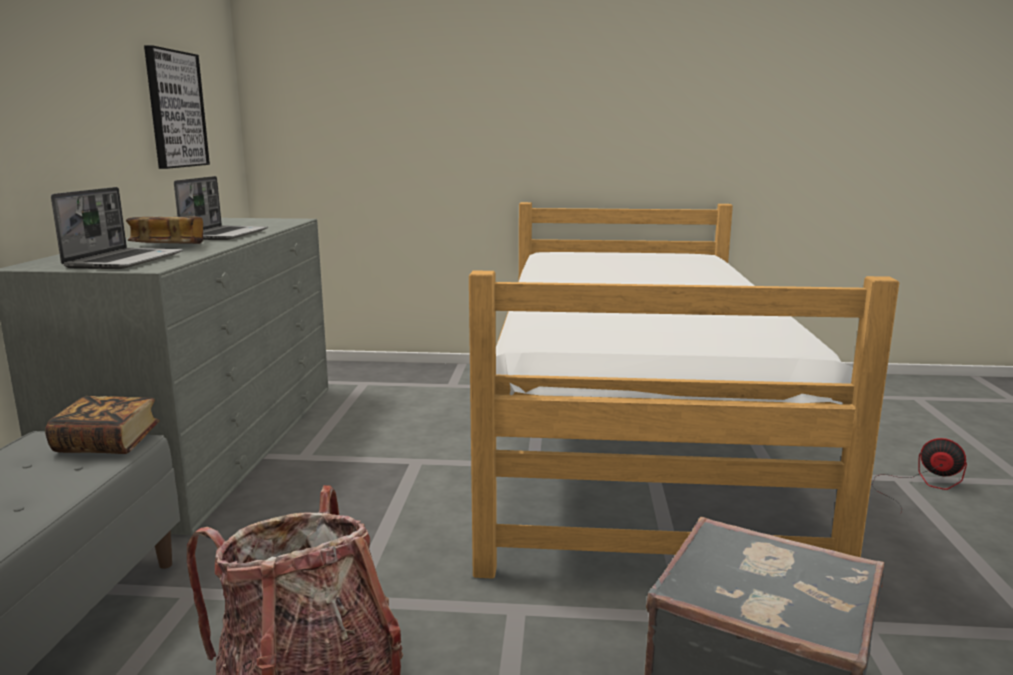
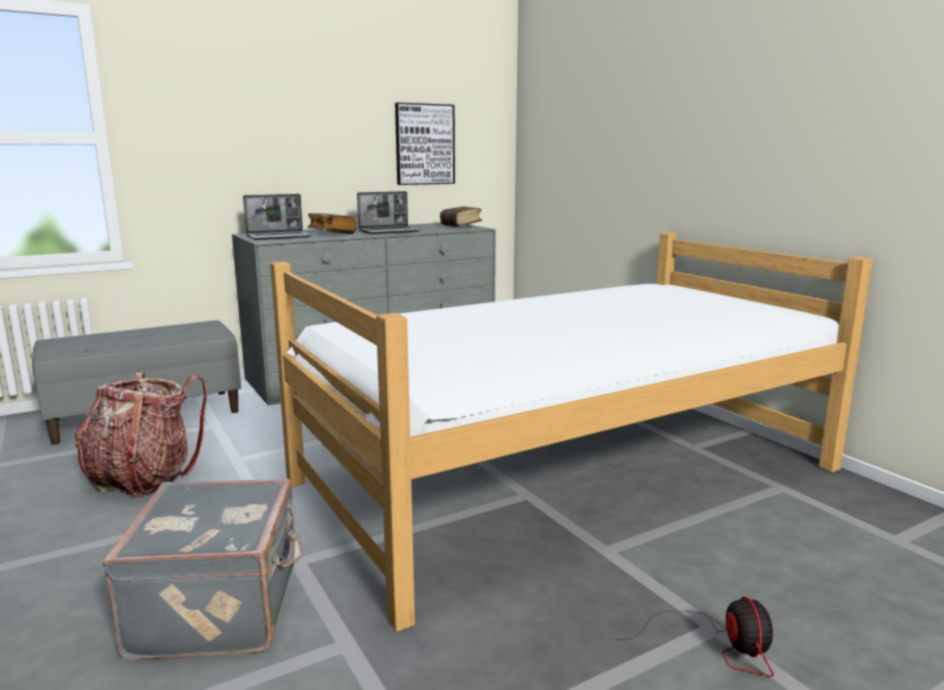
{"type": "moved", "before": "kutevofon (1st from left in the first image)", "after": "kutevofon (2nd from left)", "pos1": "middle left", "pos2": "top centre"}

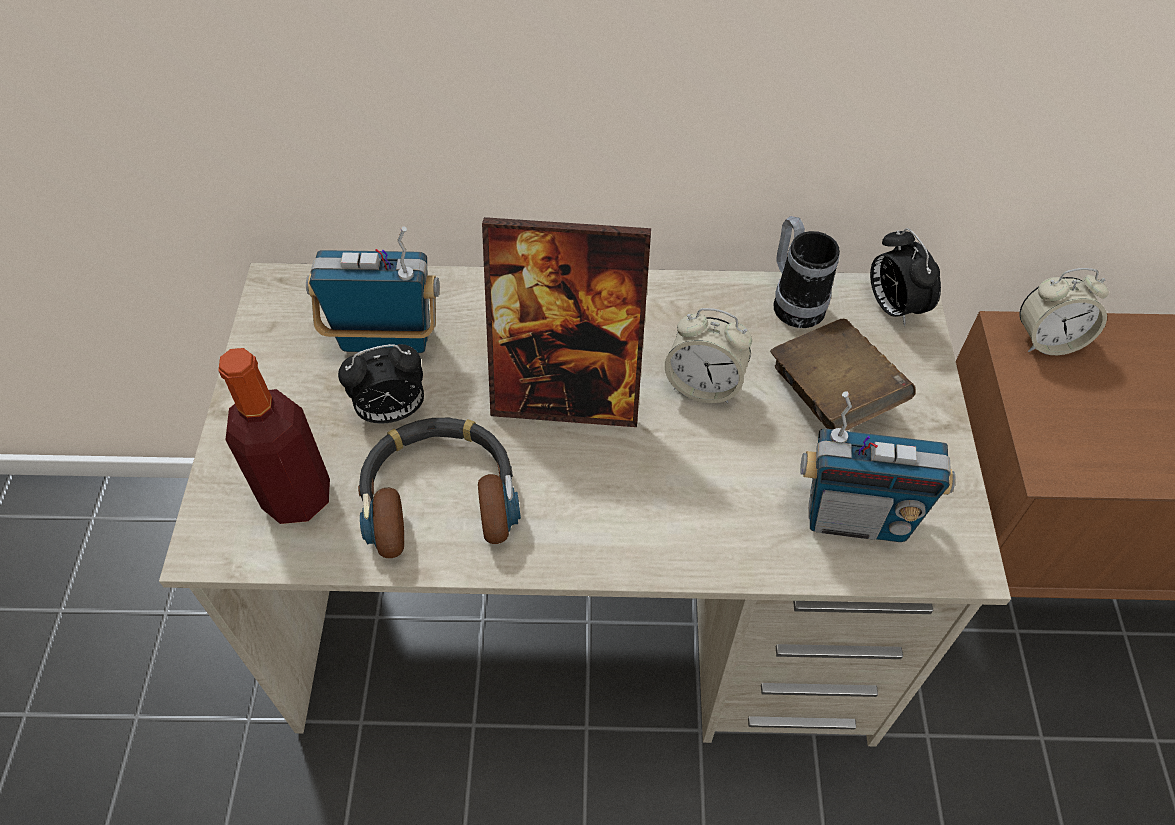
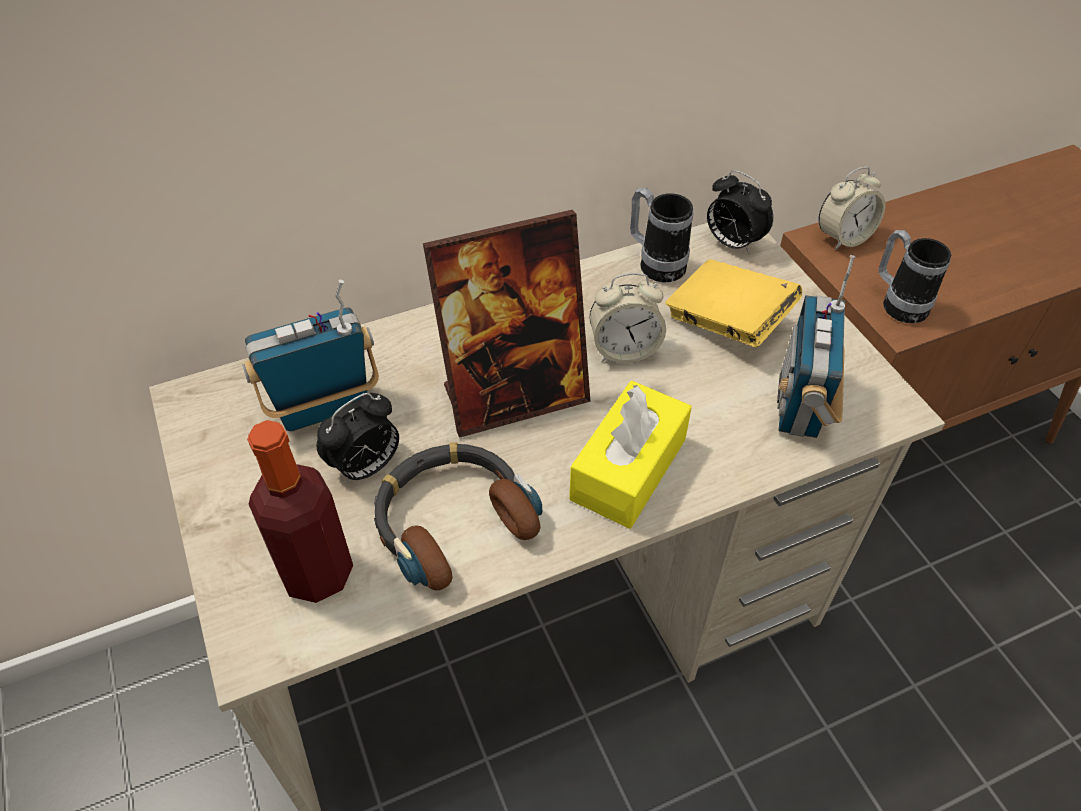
{"type": "added", "after": "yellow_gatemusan", "pos2": "centre"}
{"type": "added", "after": "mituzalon (2nd from left)", "pos2": "middle right"}
{"type": "recoloured", "before": "brown_kutevofon", "after": "yellow_kutevofon", "pos1": "middle right", "pos2": "middle right"}
{"type": "turned", "before": "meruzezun (2nd from left)", "pos1": "middle right", "pos2": "middle right", "turn": 120}

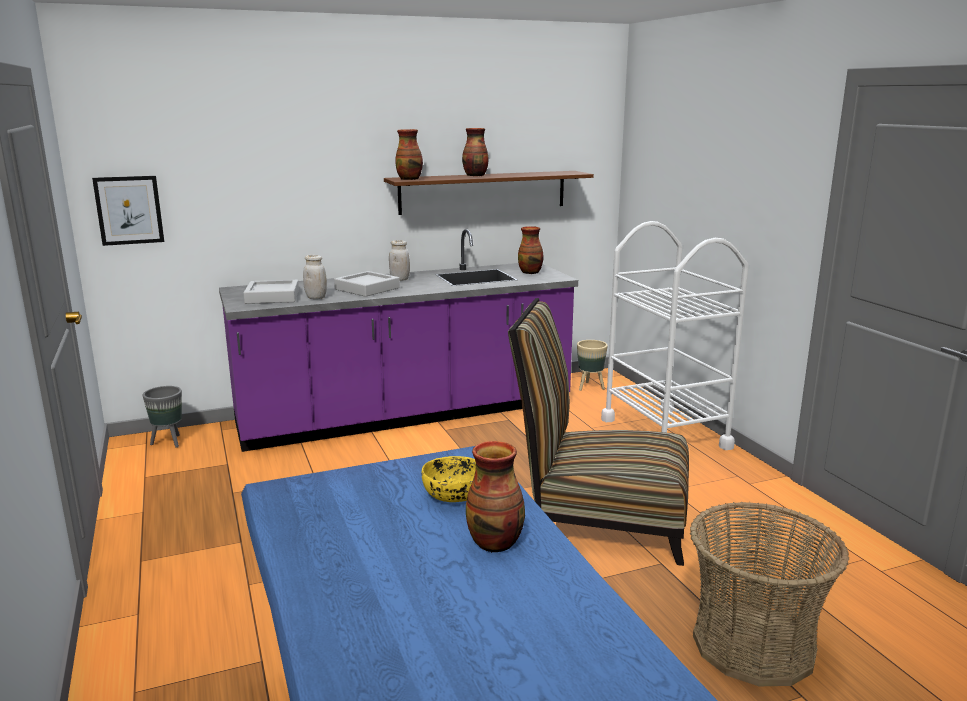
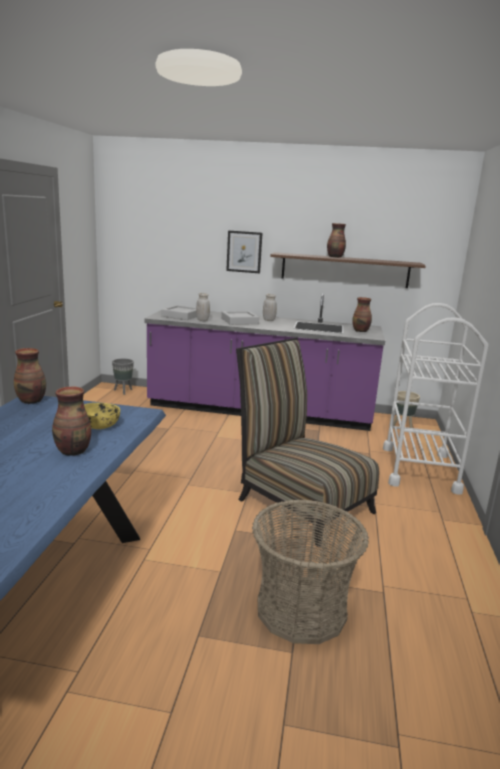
{"type": "moved", "before": "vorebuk", "pos1": "top left", "pos2": "top centre"}
{"type": "moved", "before": "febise (1st from left)", "pos1": "top centre", "pos2": "middle left"}

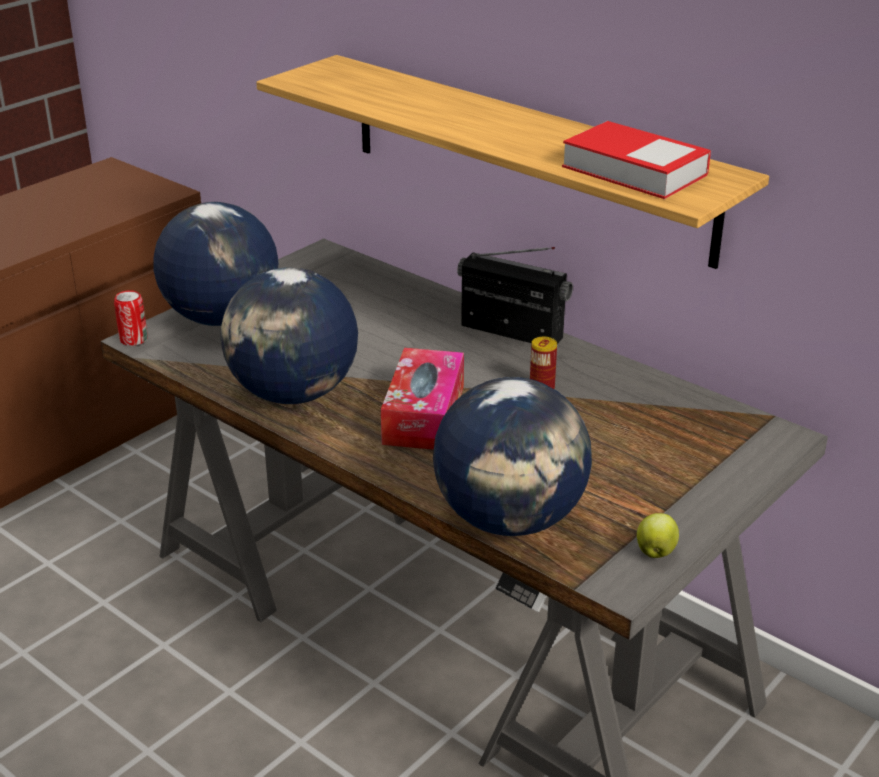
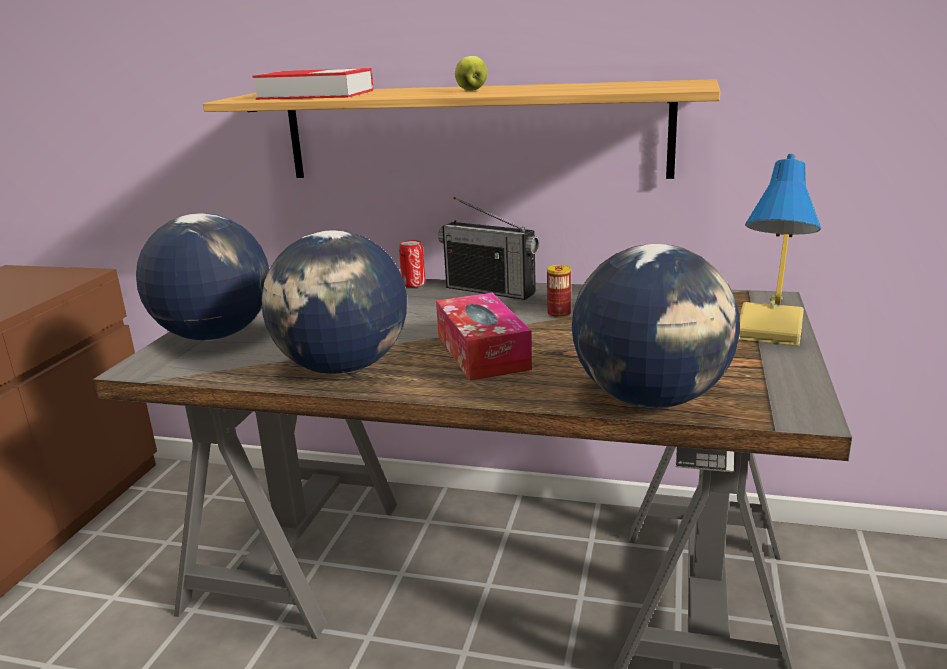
{"type": "added", "after": "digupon", "pos2": "middle right"}
{"type": "moved", "before": "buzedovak (1st from left)", "pos1": "middle left", "pos2": "centre"}
{"type": "moved", "before": "kutevofon", "pos1": "top right", "pos2": "top left"}
{"type": "moved", "before": "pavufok", "pos1": "bottom right", "pos2": "top centre"}
{"type": "turned", "before": "meruzezun", "pos1": "centre", "pos2": "centre", "turn": -150}

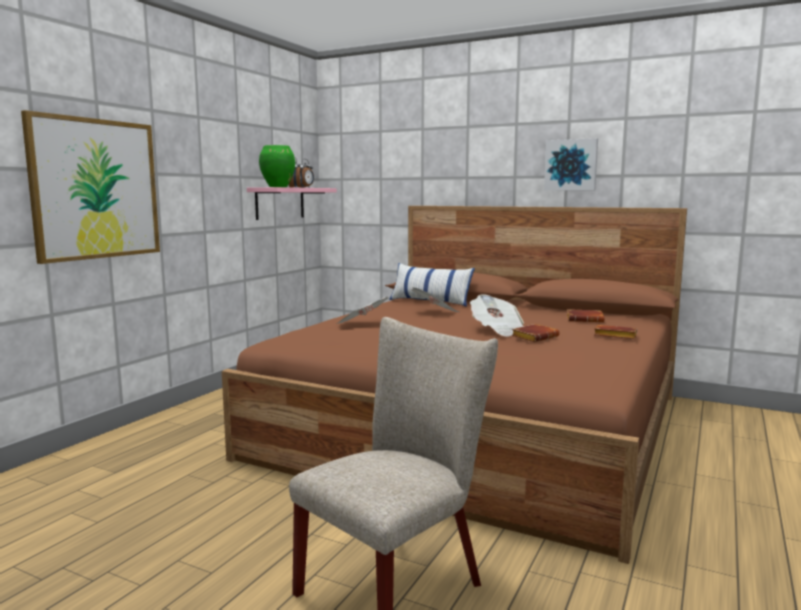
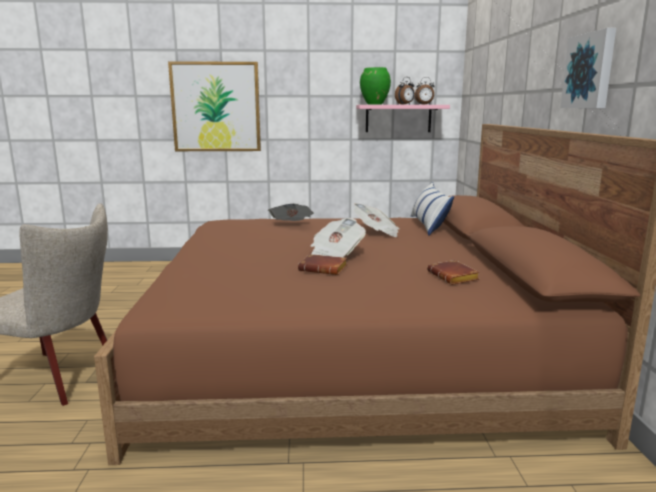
{"type": "removed", "before": "brown_kutevofon (3rd from left)", "pos1": "middle right"}

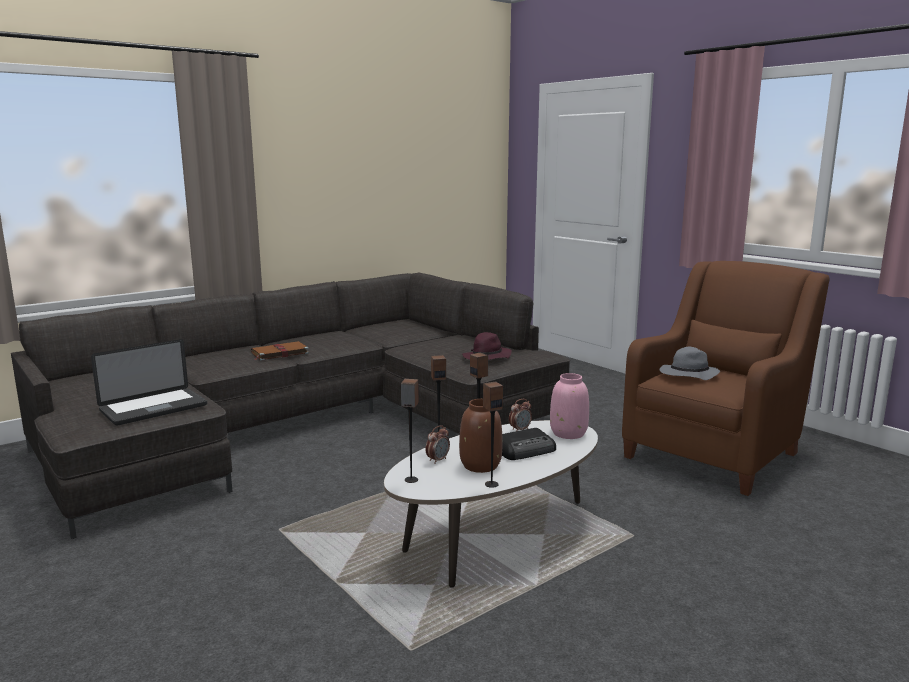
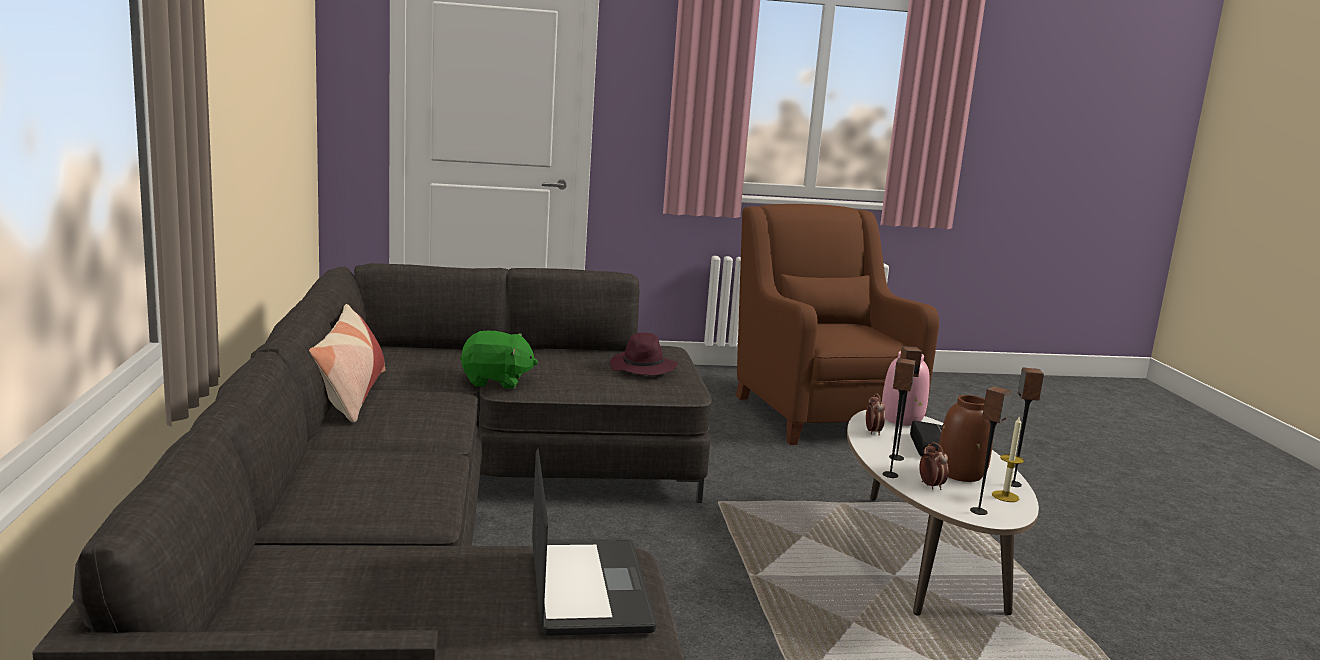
{"type": "removed", "before": "brown_kutevofon", "pos1": "middle left"}
{"type": "removed", "before": "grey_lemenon", "pos1": "middle right"}
{"type": "added", "after": "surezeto", "pos2": "middle left"}
{"type": "added", "after": "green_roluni", "pos2": "centre"}
{"type": "added", "after": "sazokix", "pos2": "bottom right"}

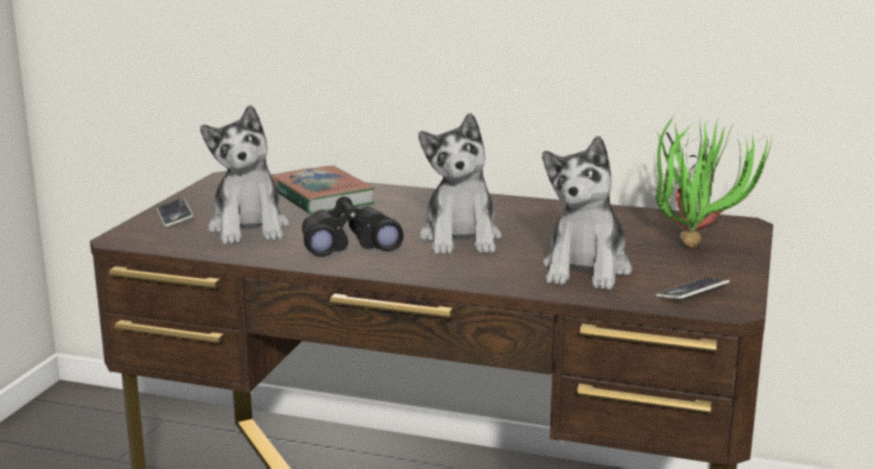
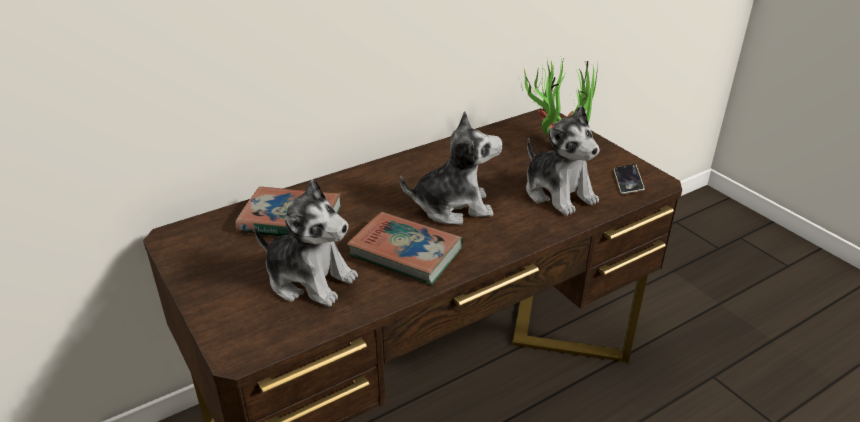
{"type": "removed", "before": "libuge (1st from left)", "pos1": "middle left"}
{"type": "replaced", "before": "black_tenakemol", "after": "kutevofon (2nd from left)", "pos1": "centre", "pos2": "centre"}
{"type": "turned", "before": "roluni (2nd from left)", "pos1": "centre", "pos2": "centre", "turn": -45}

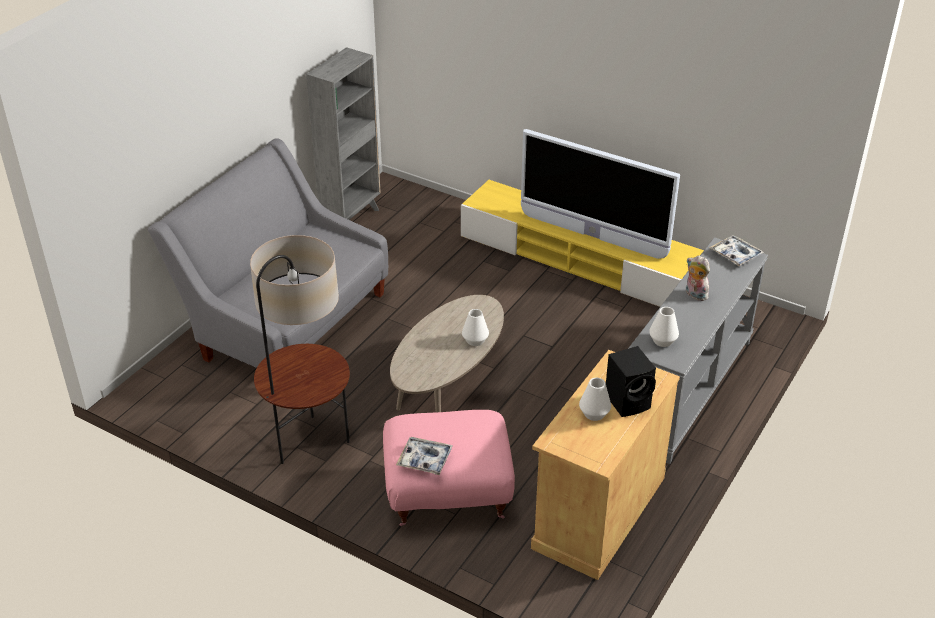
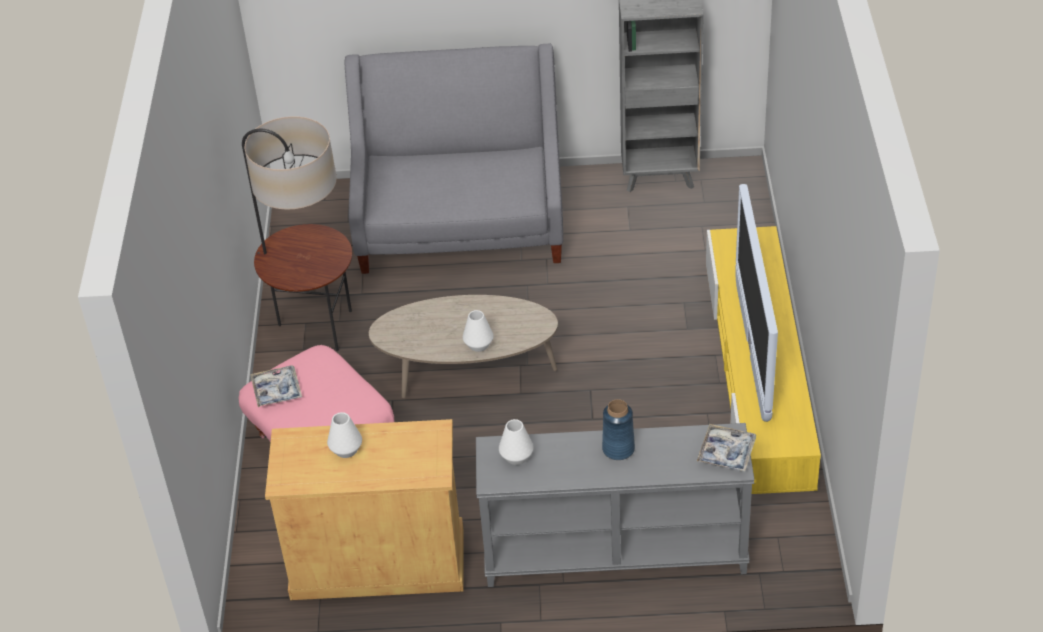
{"type": "removed", "before": "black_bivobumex", "pos1": "middle right"}
{"type": "replaced", "before": "roluni", "after": "blue_febise", "pos1": "middle right", "pos2": "bottom centre"}

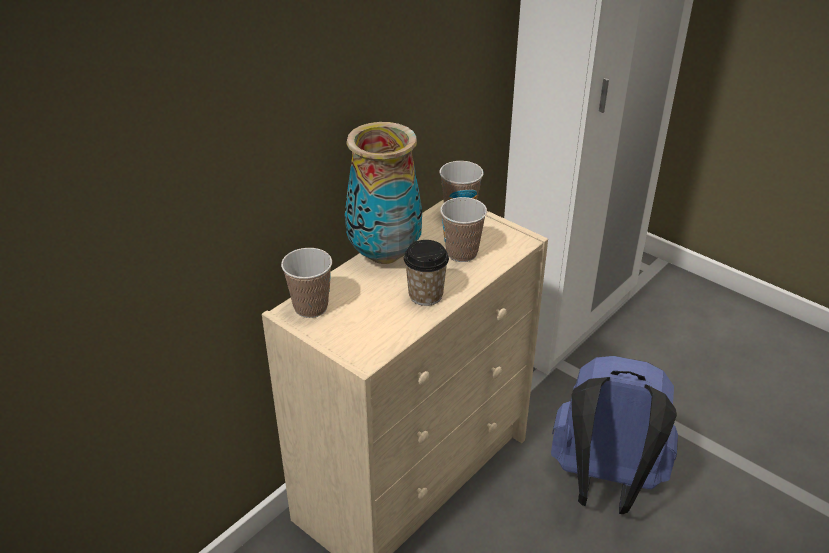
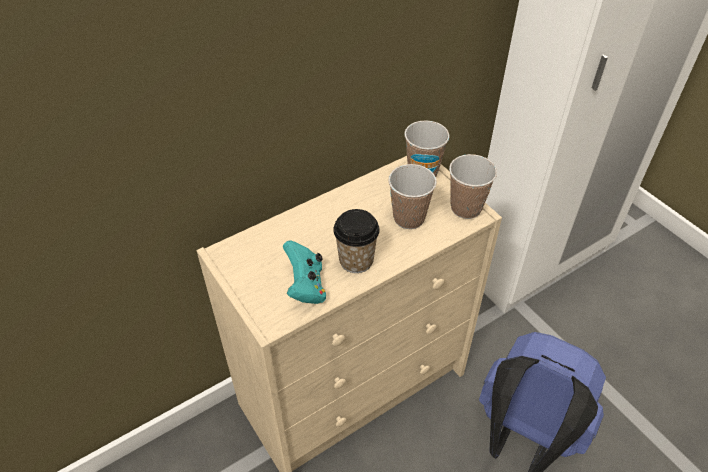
{"type": "removed", "before": "febise", "pos1": "centre"}
{"type": "added", "after": "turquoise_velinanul", "pos2": "centre"}
{"type": "moved", "before": "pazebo (1st from left in the first image)", "after": "pazebo (4th from left)", "pos1": "centre", "pos2": "middle right"}

